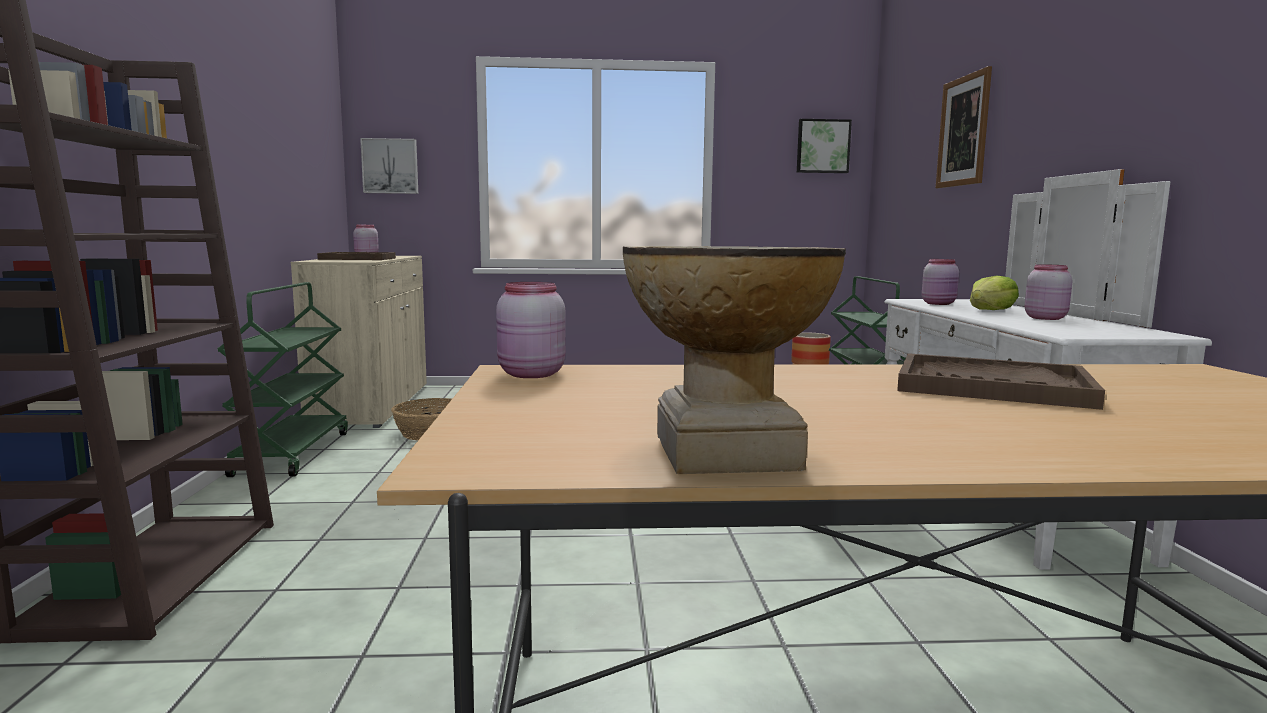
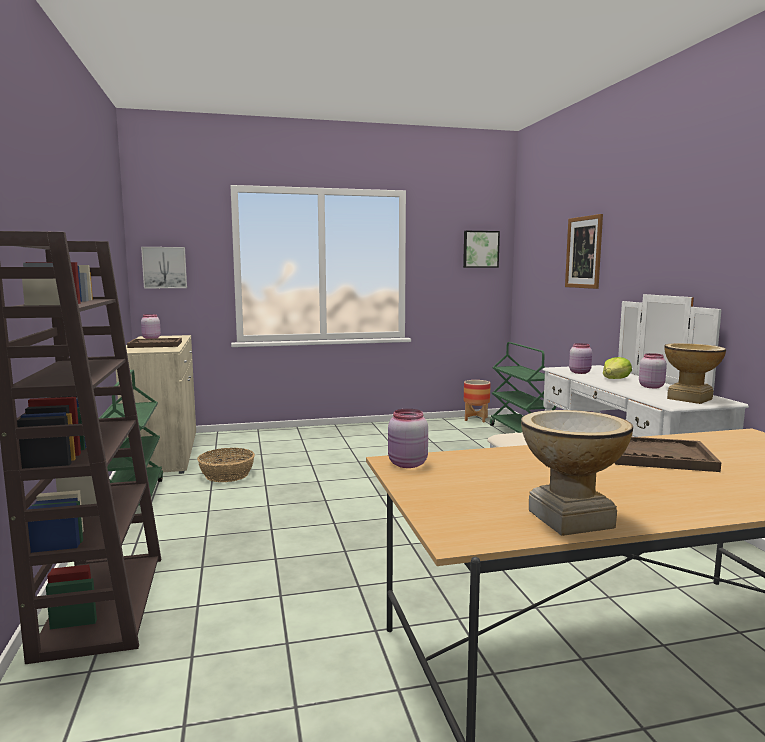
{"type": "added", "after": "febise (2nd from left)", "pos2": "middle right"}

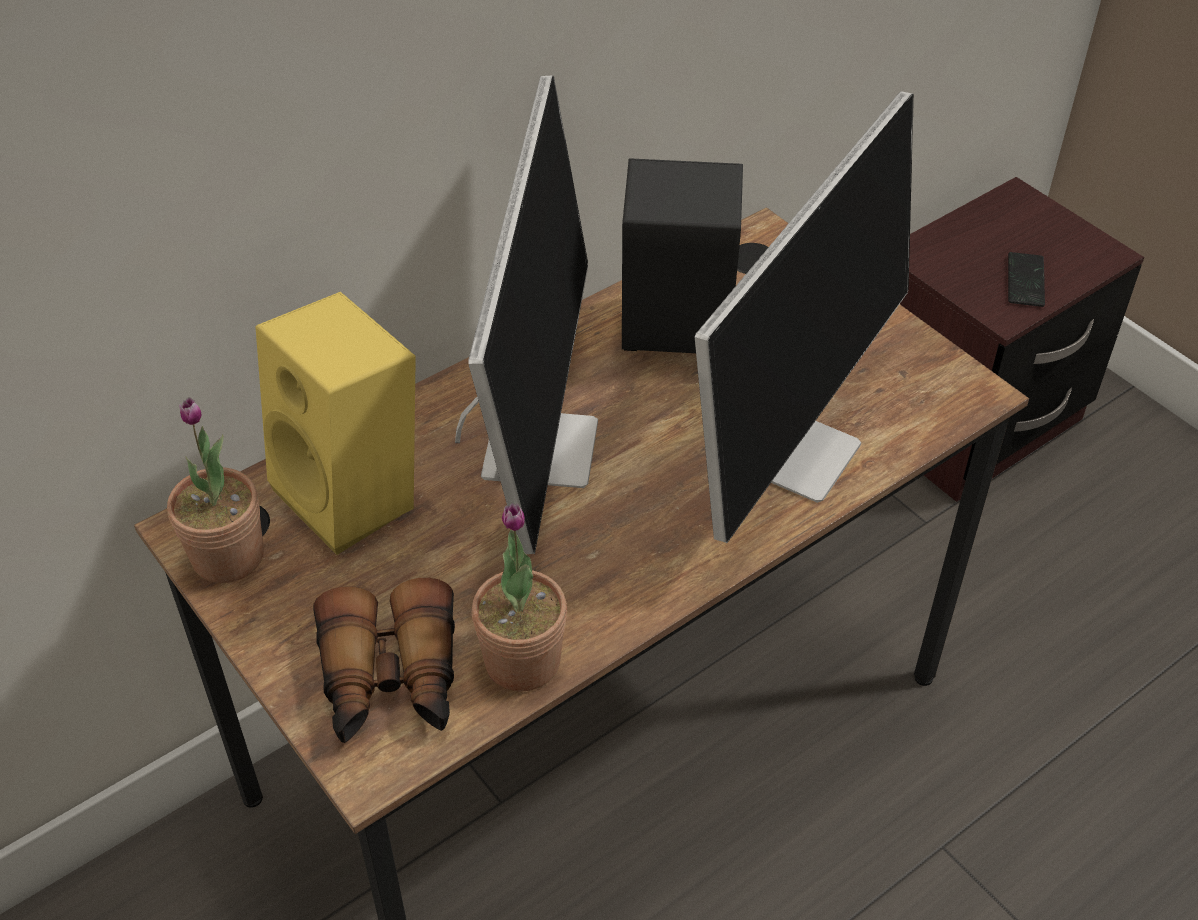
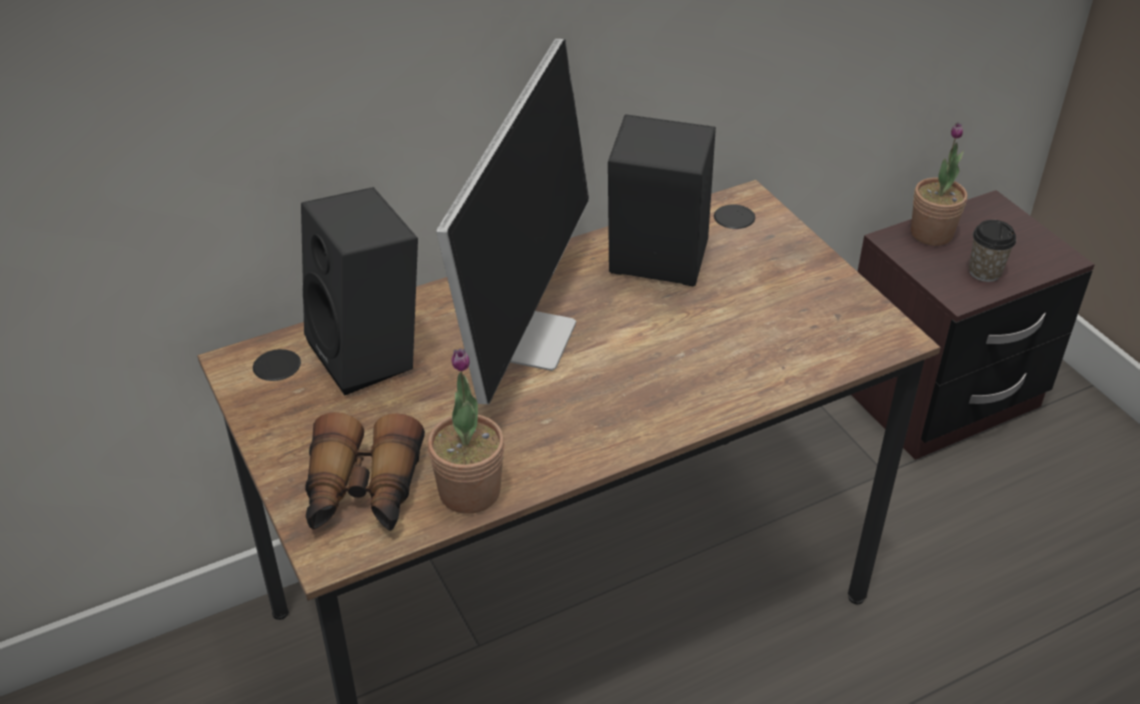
{"type": "removed", "before": "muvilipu (2nd from left)", "pos1": "middle right"}
{"type": "moved", "before": "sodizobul (1st from left in the first image)", "after": "sodizobul (2nd from left)", "pos1": "middle left", "pos2": "top right"}
{"type": "replaced", "before": "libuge", "after": "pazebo", "pos1": "top right", "pos2": "middle right"}
{"type": "recoloured", "before": "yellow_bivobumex", "after": "black_bivobumex (1st from left)", "pos1": "middle left", "pos2": "middle left"}

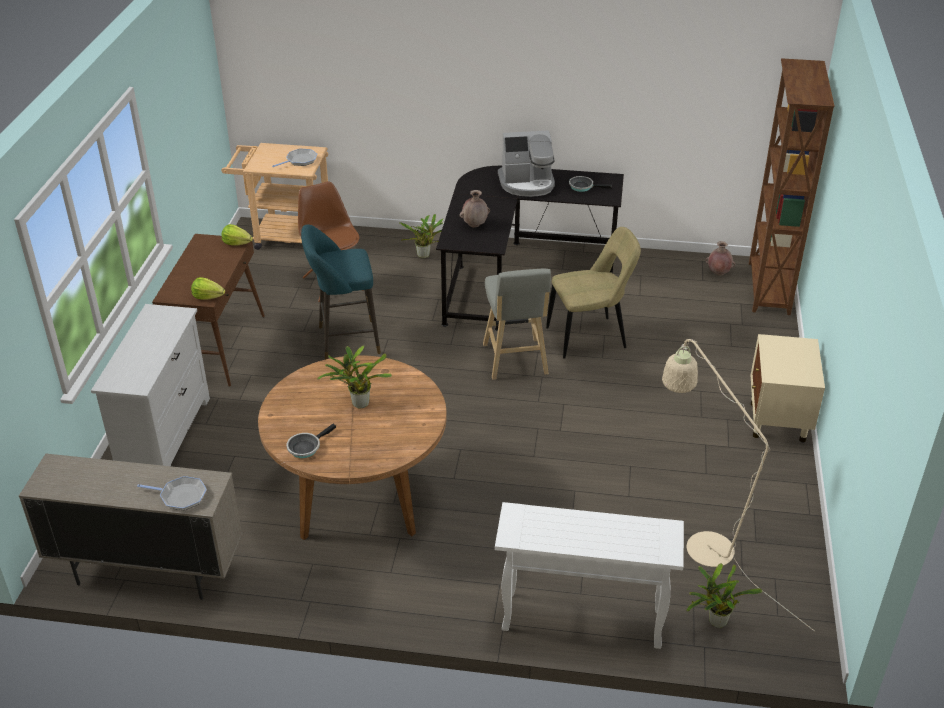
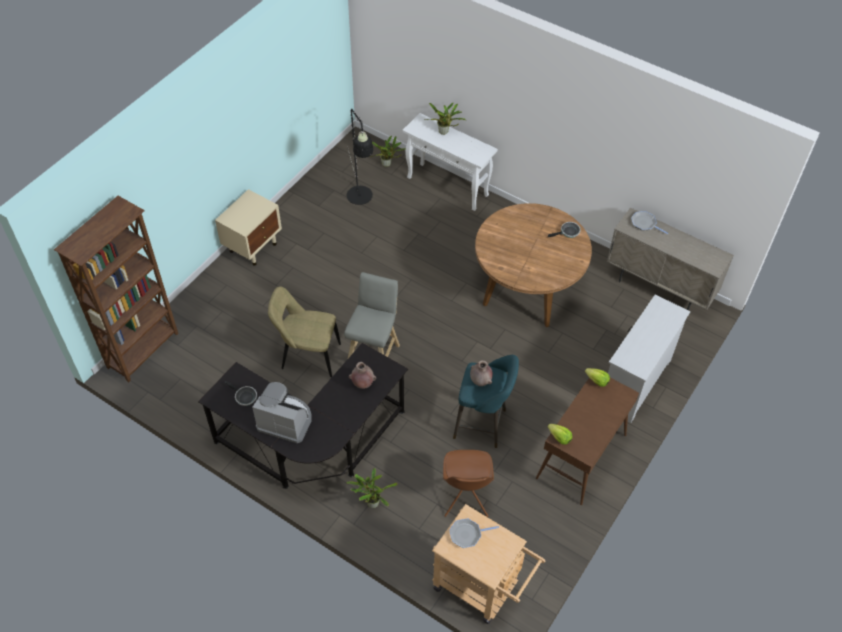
{"type": "moved", "before": "sodizobul (1st from left in the first image)", "after": "sodizobul (3rd from left)", "pos1": "centre", "pos2": "top centre"}
{"type": "moved", "before": "brown_febise (2nd from left)", "pos1": "middle right", "pos2": "centre"}
{"type": "recoloured", "before": "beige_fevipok", "after": "black_fevipok", "pos1": "bottom right", "pos2": "top centre"}

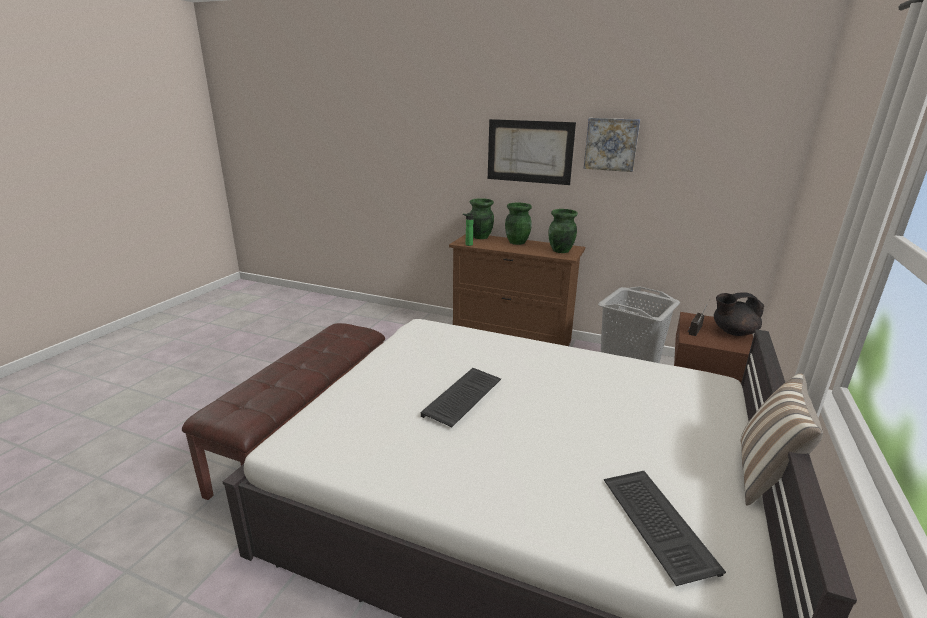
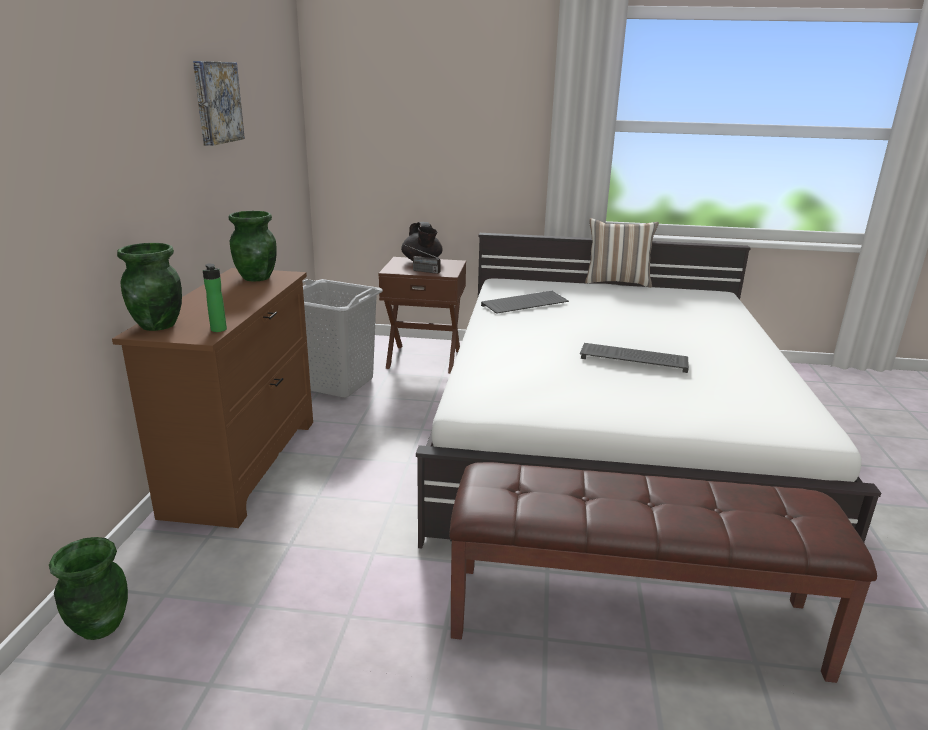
{"type": "removed", "before": "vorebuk (1st from left)", "pos1": "top centre"}
{"type": "moved", "before": "green_febise (2nd from left in the first image)", "after": "green_febise (1st from left)", "pos1": "centre", "pos2": "bottom left"}
{"type": "moved", "before": "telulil (2nd from left in the first image)", "after": "telulil (1st from left)", "pos1": "bottom right", "pos2": "centre"}

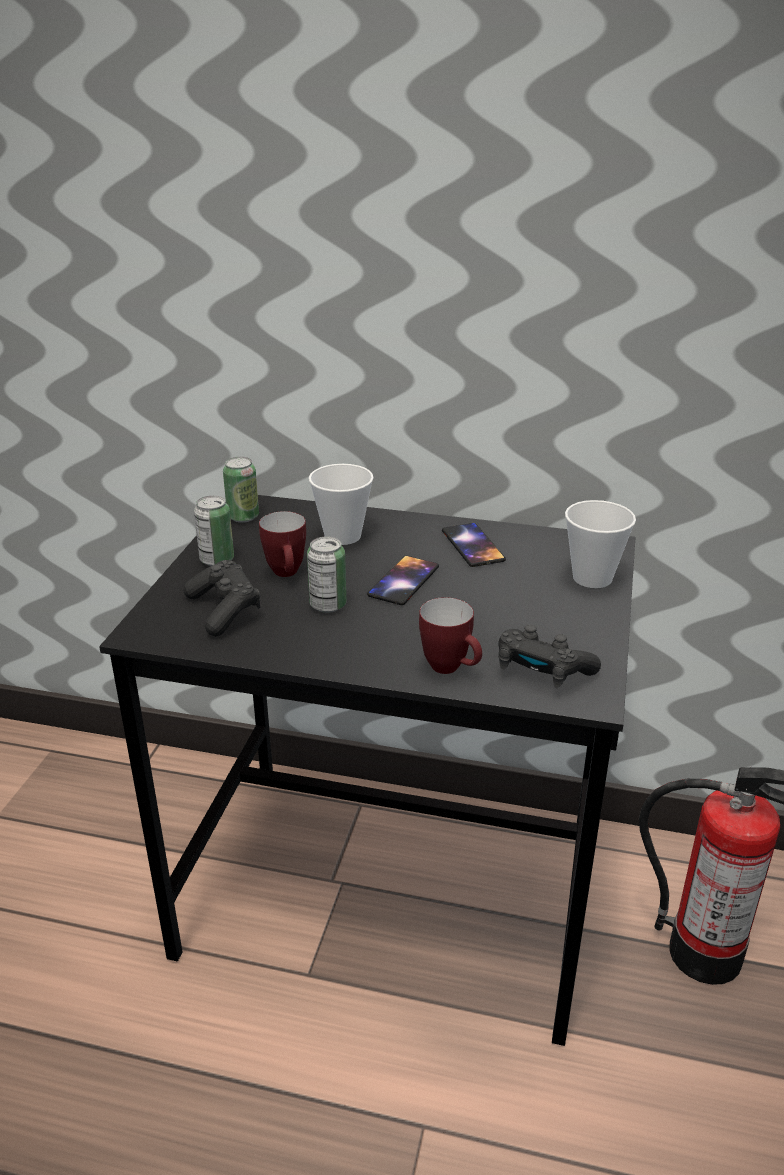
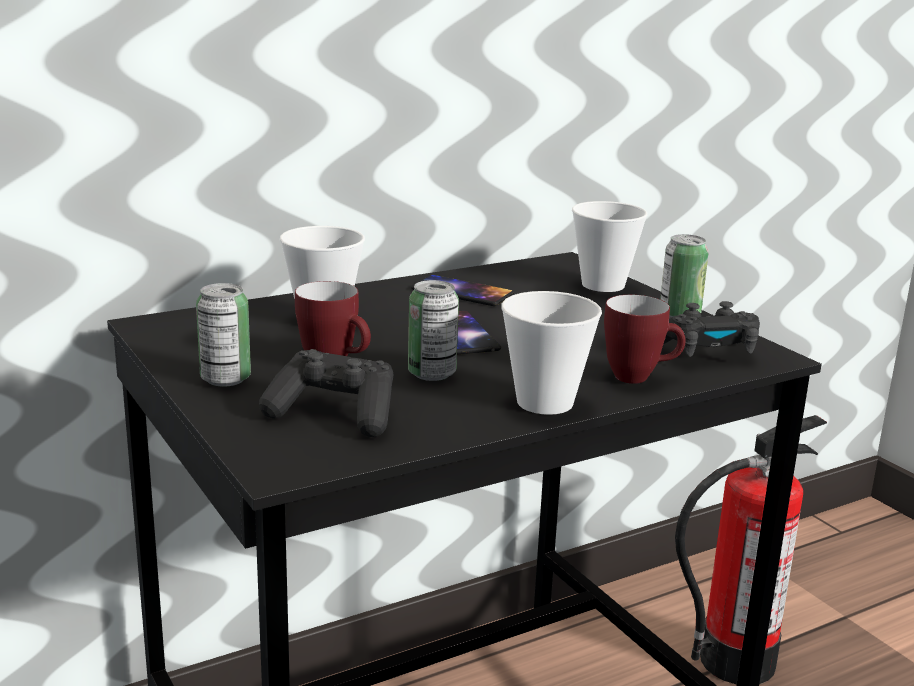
{"type": "added", "after": "pazebo (2nd from left)", "pos2": "centre"}
{"type": "moved", "before": "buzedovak (2nd from left in the first image)", "after": "buzedovak (3rd from left)", "pos1": "middle left", "pos2": "middle right"}

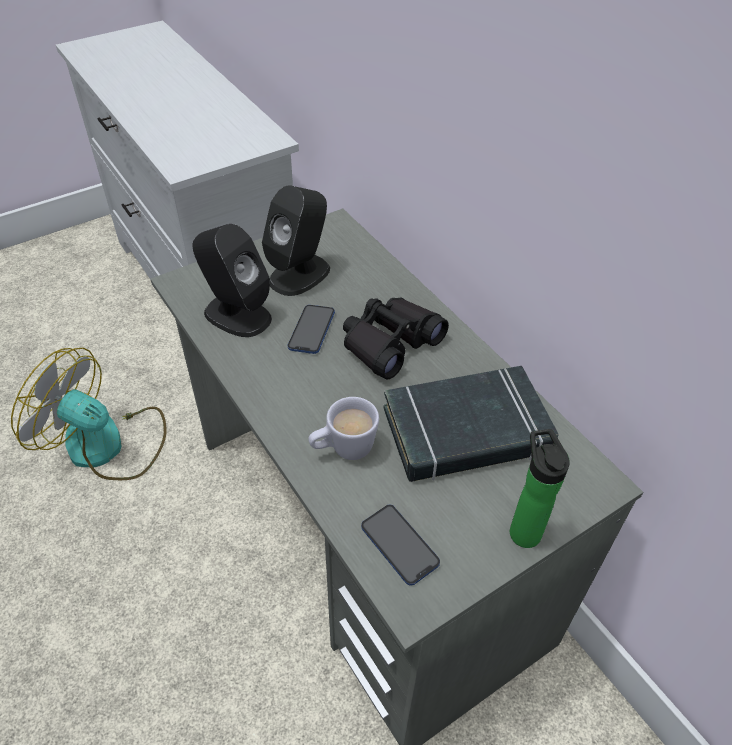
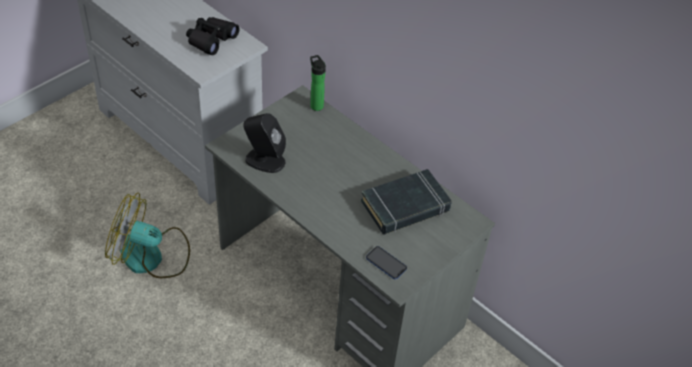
{"type": "removed", "before": "black_bivobumex (2nd from left)", "pos1": "top centre"}
{"type": "removed", "before": "libuge (1st from left)", "pos1": "centre"}
{"type": "removed", "before": "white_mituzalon", "pos1": "centre"}
{"type": "moved", "before": "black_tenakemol", "pos1": "centre", "pos2": "top left"}
{"type": "moved", "before": "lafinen", "pos1": "middle right", "pos2": "top centre"}

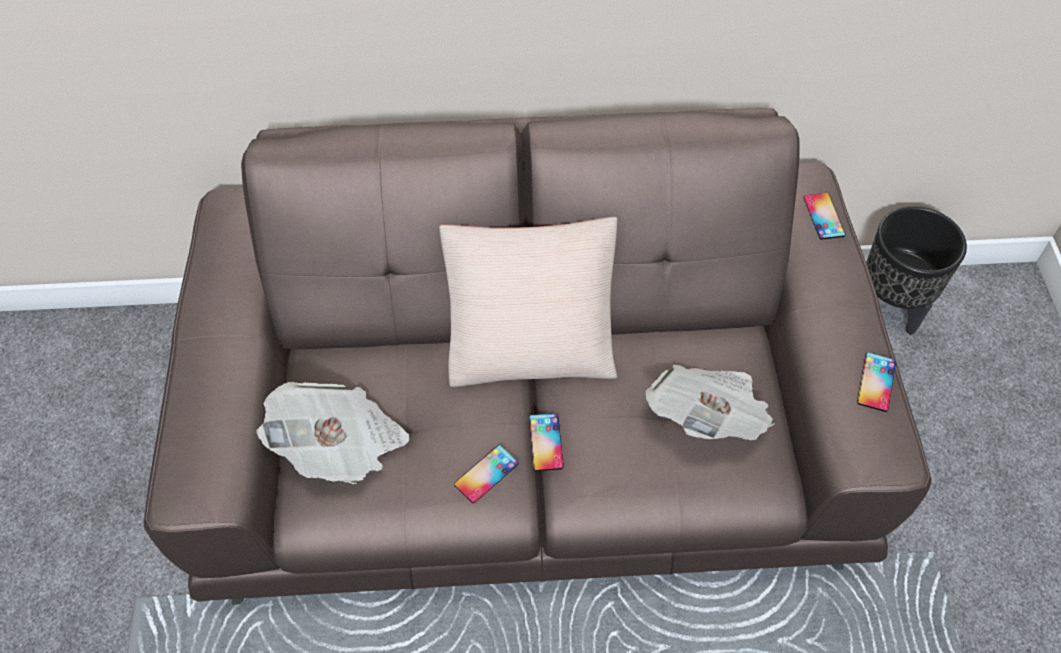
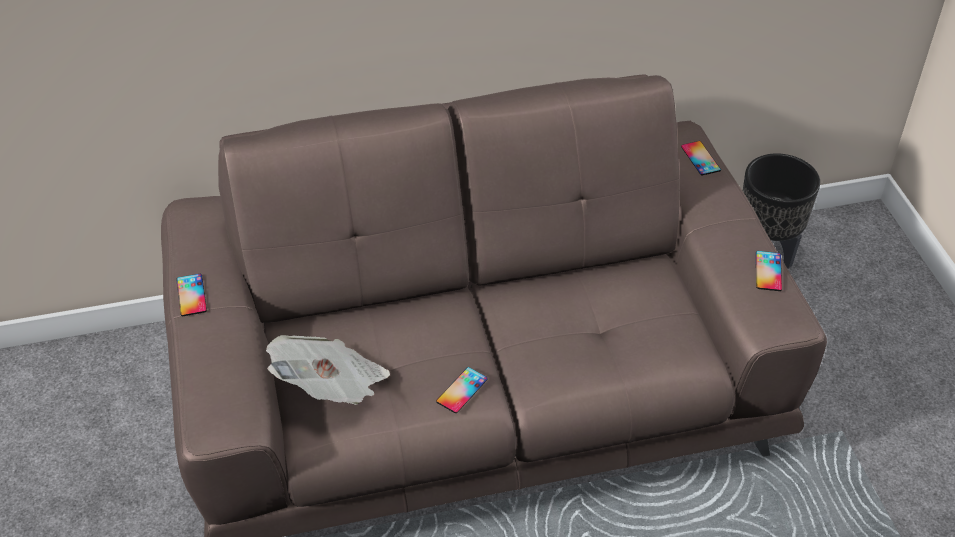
{"type": "removed", "before": "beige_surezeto", "pos1": "centre"}
{"type": "removed", "before": "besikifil (2nd from left)", "pos1": "middle right"}
{"type": "moved", "before": "libuge (2nd from left in the first image)", "after": "libuge (1st from left)", "pos1": "bottom centre", "pos2": "middle left"}

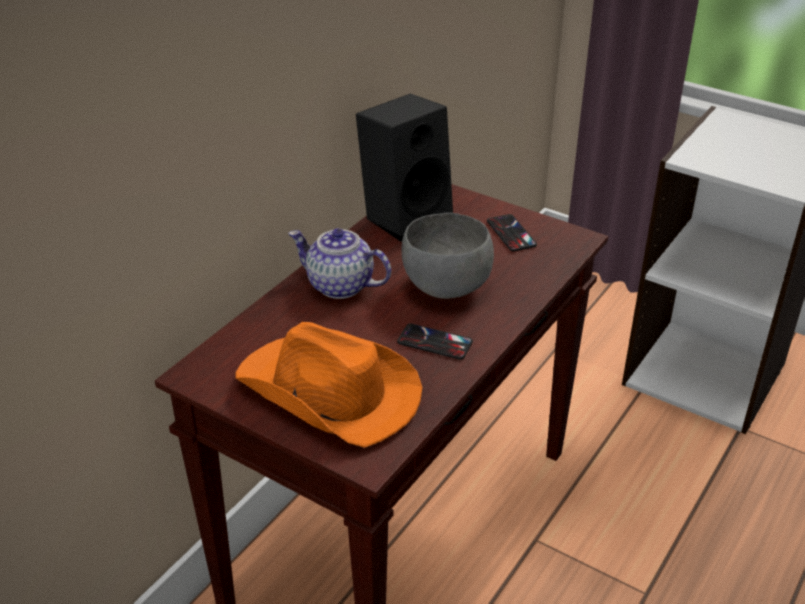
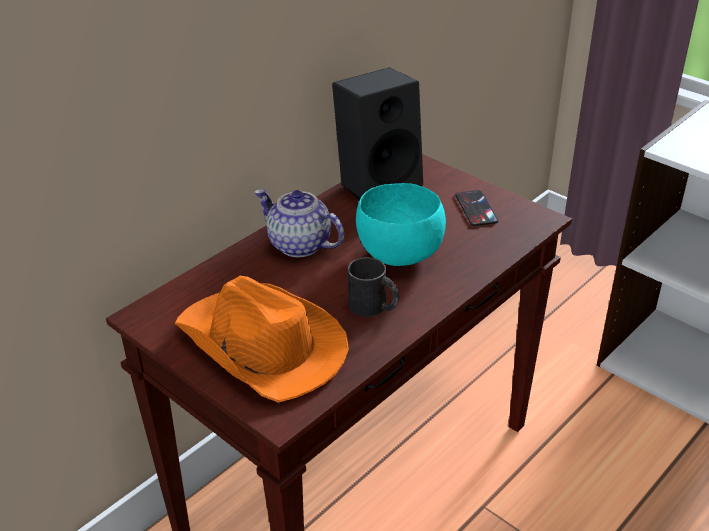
{"type": "replaced", "before": "libuge (1st from left)", "after": "black_mituzalon", "pos1": "centre", "pos2": "centre"}
{"type": "recoloured", "before": "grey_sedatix", "after": "turquoise_sedatix", "pos1": "centre", "pos2": "centre"}

